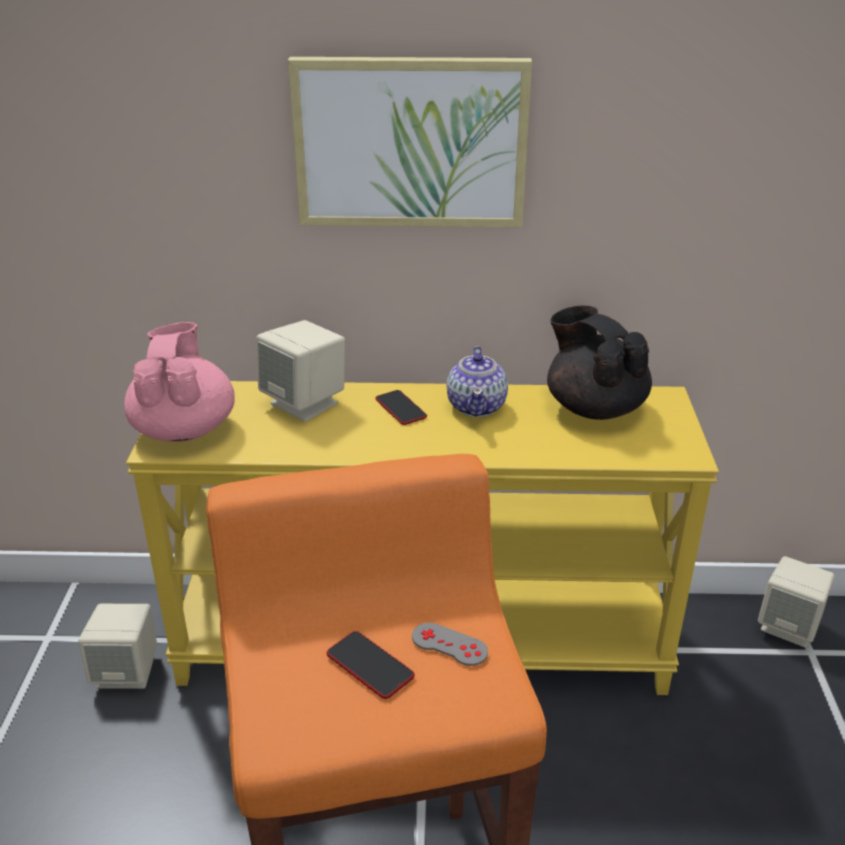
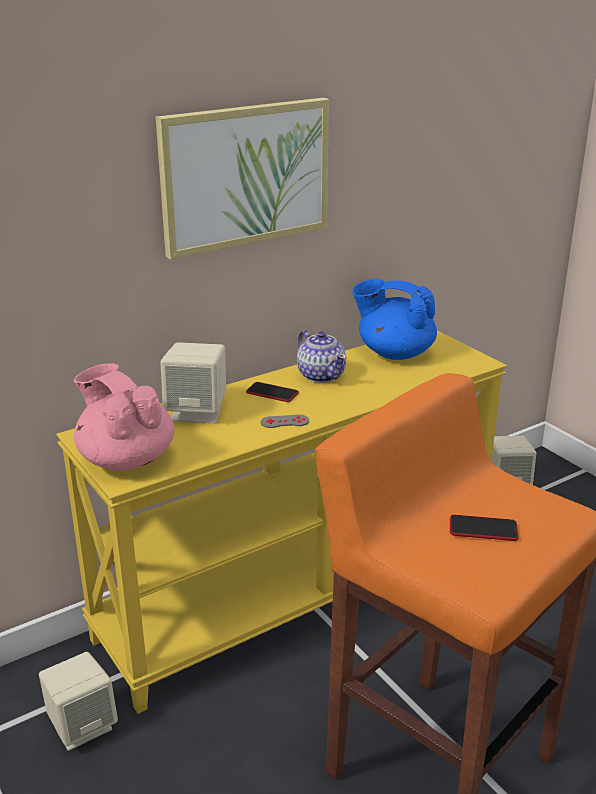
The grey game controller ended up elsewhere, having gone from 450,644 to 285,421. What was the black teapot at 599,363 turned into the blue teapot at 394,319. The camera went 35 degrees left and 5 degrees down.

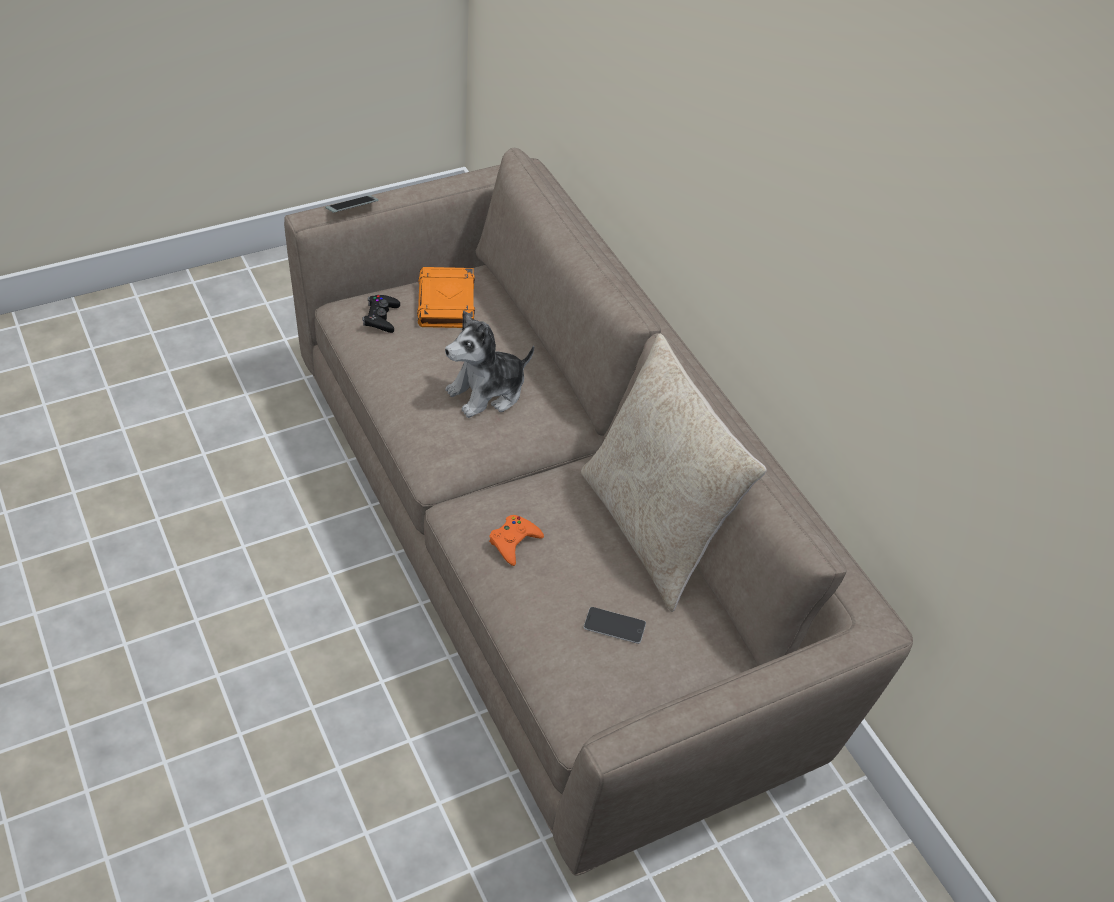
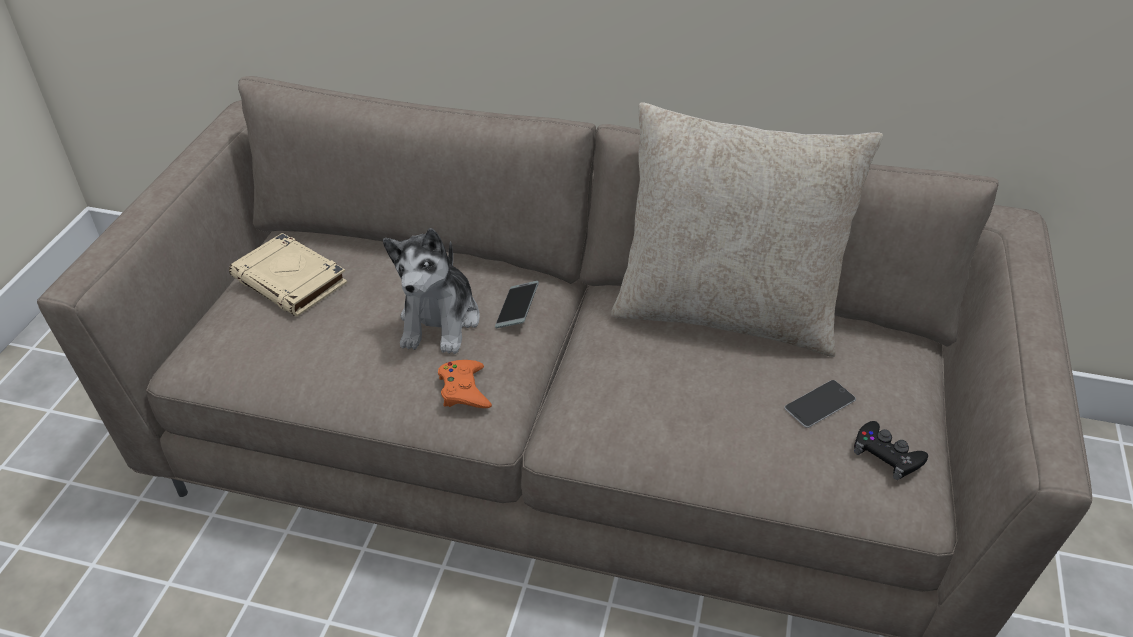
The phone ended up elsewhere, having gone from 351,204 to 517,304. The black game controller ended up elsewhere, having gone from 381,314 to 891,450. The orange game controller ended up elsewhere, having gone from 516,540 to 465,384. What was the orange book at 446,297 turned into the beige book at 288,275. The camera went 45 degrees left and 5 degrees down.

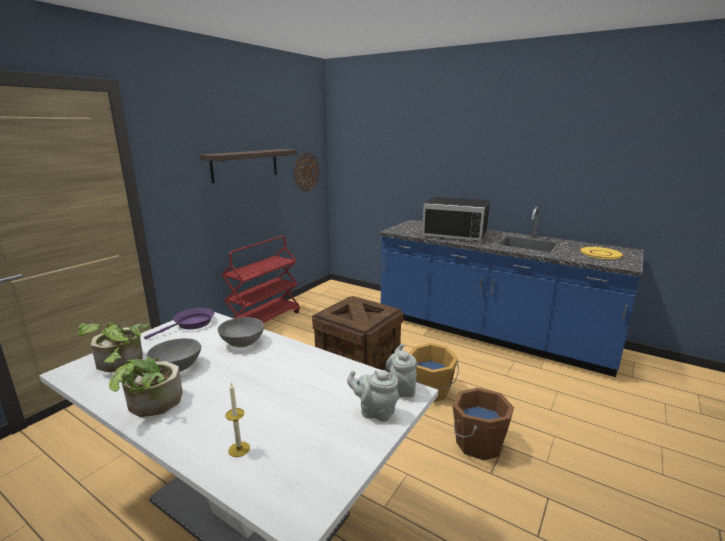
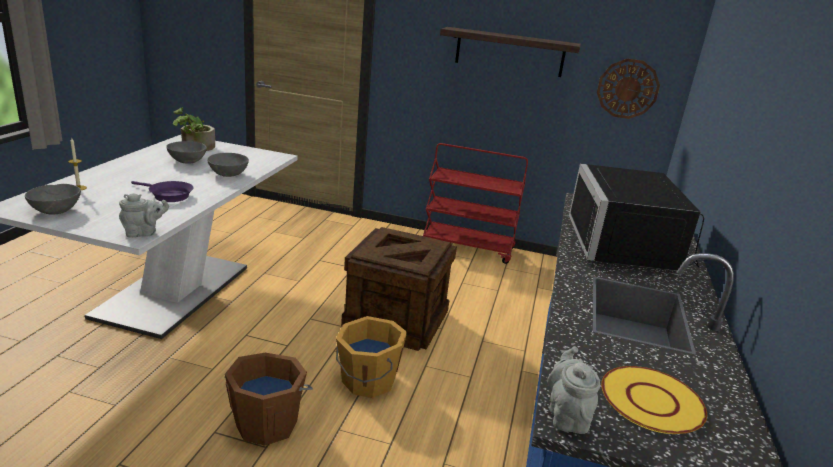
The second view lost the potted plant at 143,382. The second view gained the grey bowl at 53,199. The purple frying pan ended up elsewhere, having gone from 179,324 to 162,191. The grey teapot ended up elsewhere, having gone from 373,396 to 573,390. The camera went 70 degrees right and 5 degrees up.

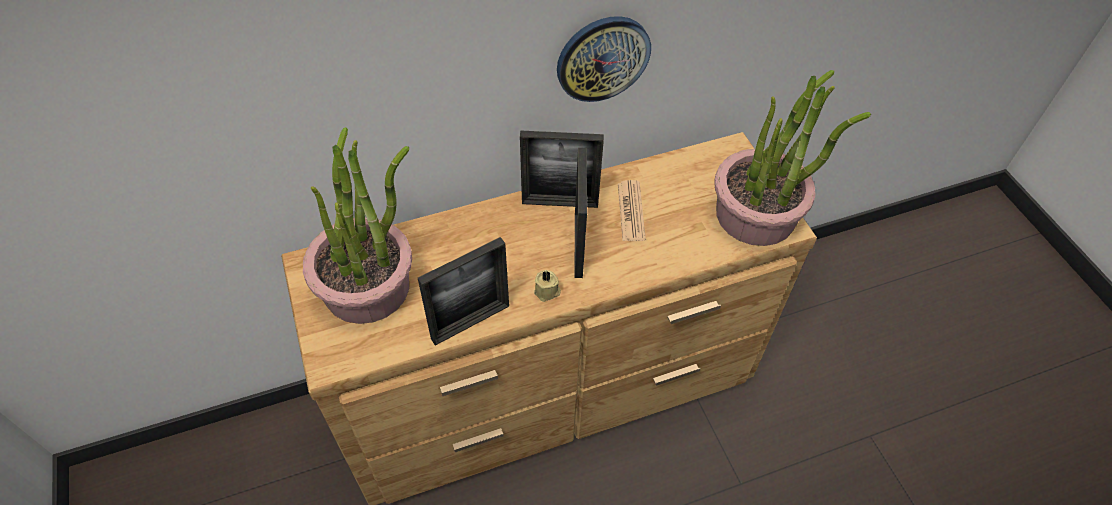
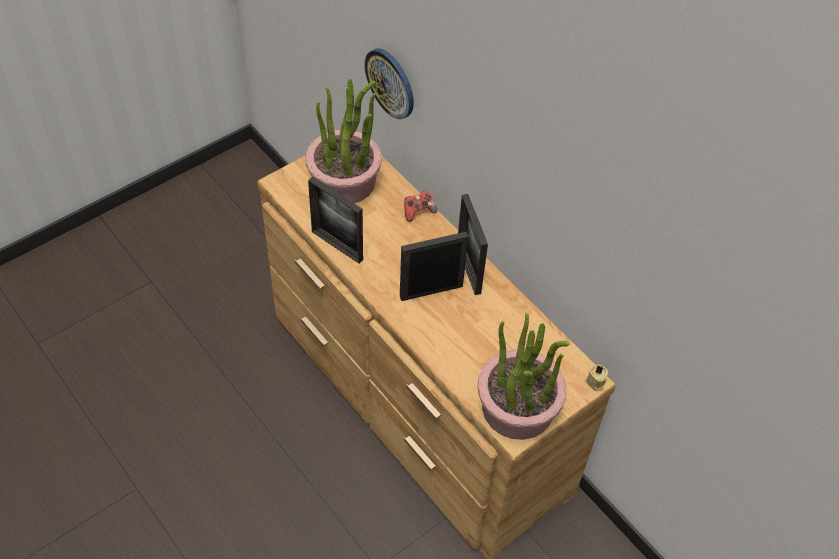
The second view lost the newspaper at 632,210. The second view gained the game controller at 420,206. The beige candle ended up elsewhere, having gone from 547,286 to 597,377. The wall clock ended up elsewhere, having gone from 604,59 to 389,84. The camera went 70 degrees right and 0 degrees up.

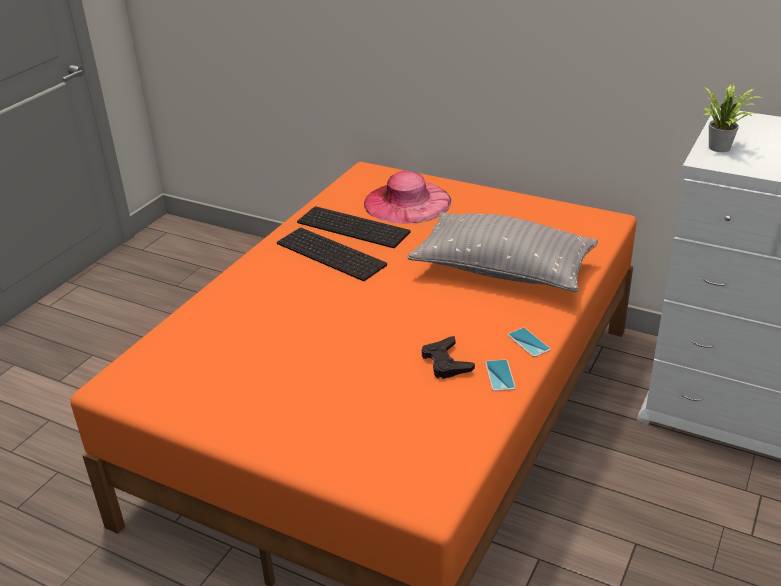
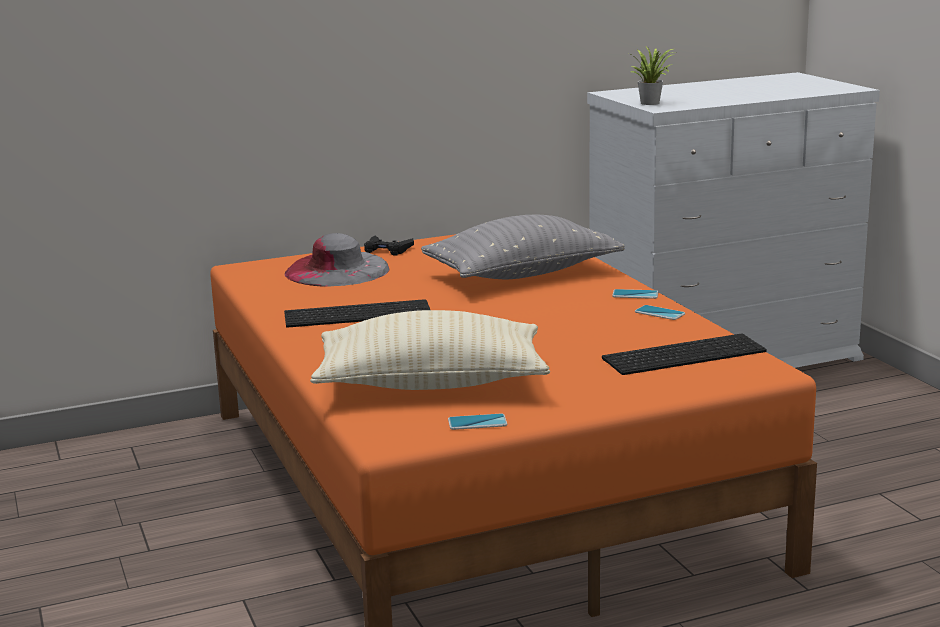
The second view gained the beige pillow at 430,350. The second view gained the phone at 477,422. The keyboard ended up elsewhere, having gone from 354,227 to 684,354. The black game controller ended up elsewhere, having gone from 448,357 to 389,245. What was the pink hat at 407,197 turned into the grey hat at 337,260. The camera went 50 degrees left and 15 degrees down.

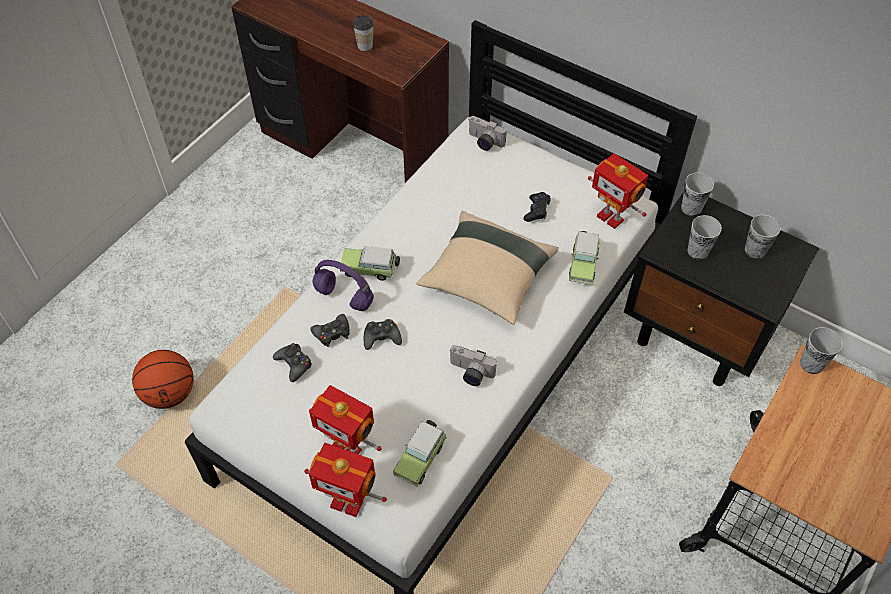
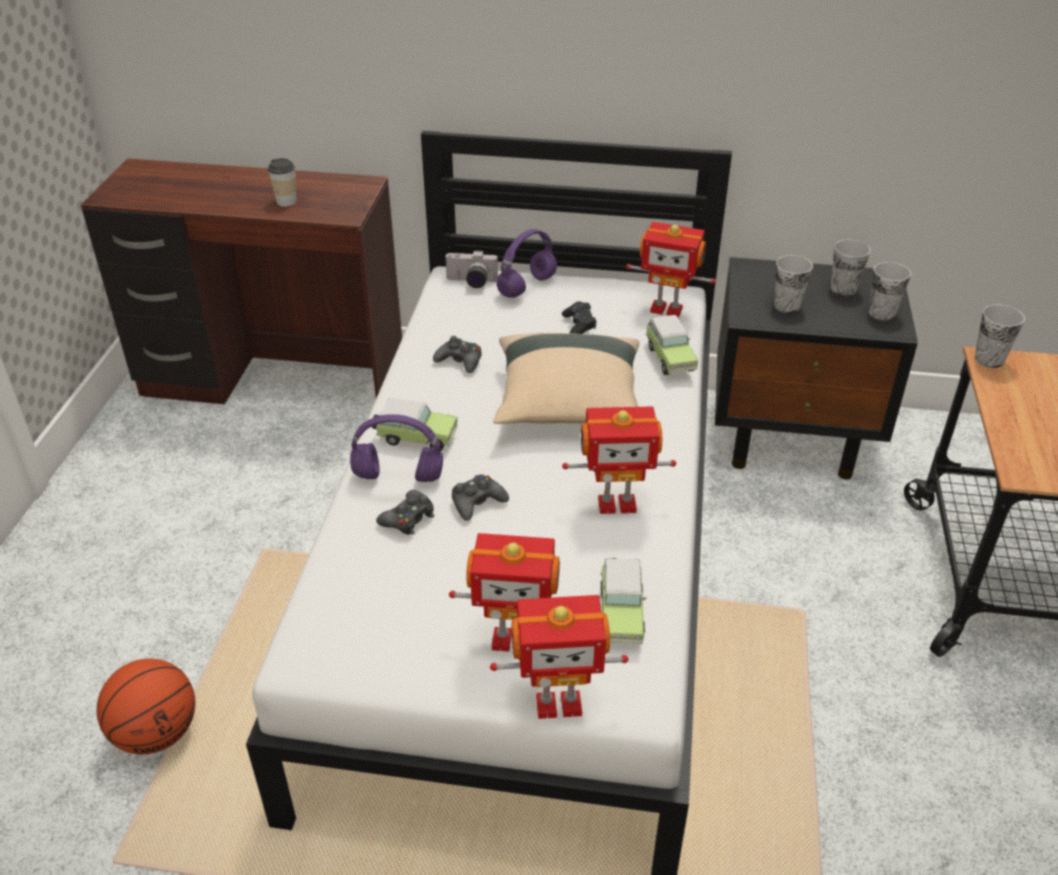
The second view gained the purple headphones at 526,263. The black game controller ended up elsewhere, having gone from 292,362 to 457,354. The cup ended up elsewhere, having gone from 697,194 to 890,291. Where the photo camera stood at 473,365, the toy robot came to stand at 619,460. The toy car at 370,263 ended up facing another way, 150 degrees counterclockwise from before. The camera went 25 degrees left and 15 degrees down.

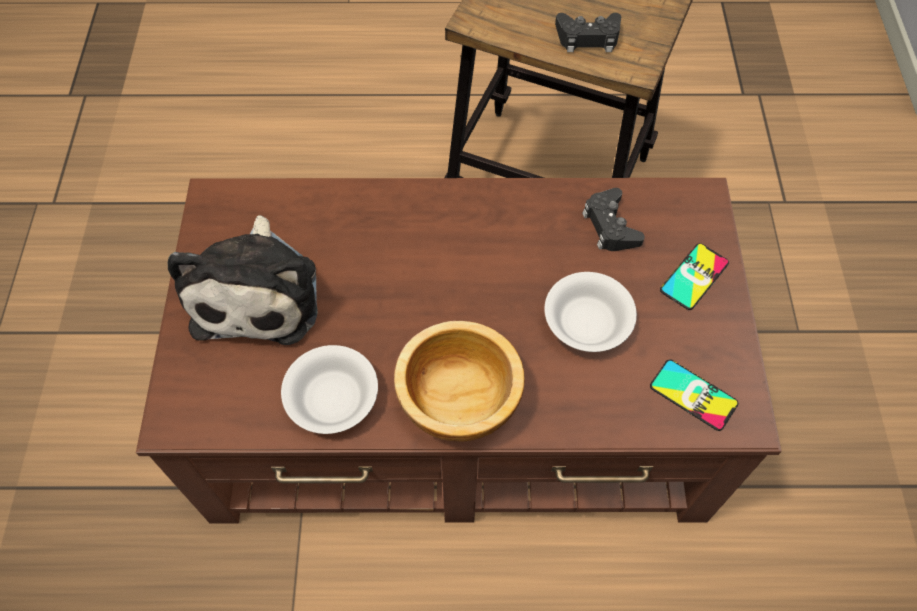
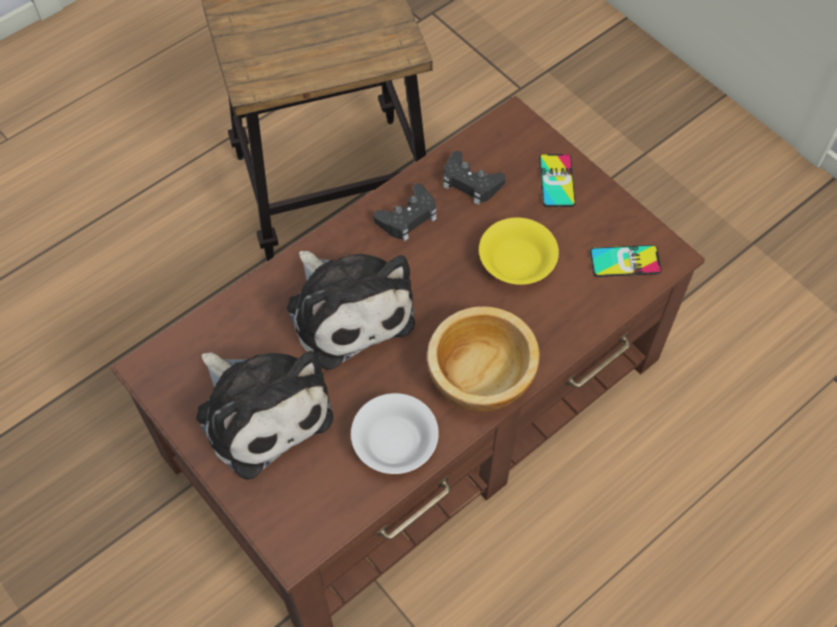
The second view gained the plush toy at 351,310. The black game controller ended up elsewhere, having gone from 588,32 to 405,212. What was the white bowl at 590,312 turned into the yellow bowl at 519,251. The camera went 40 degrees left and 0 degrees up.

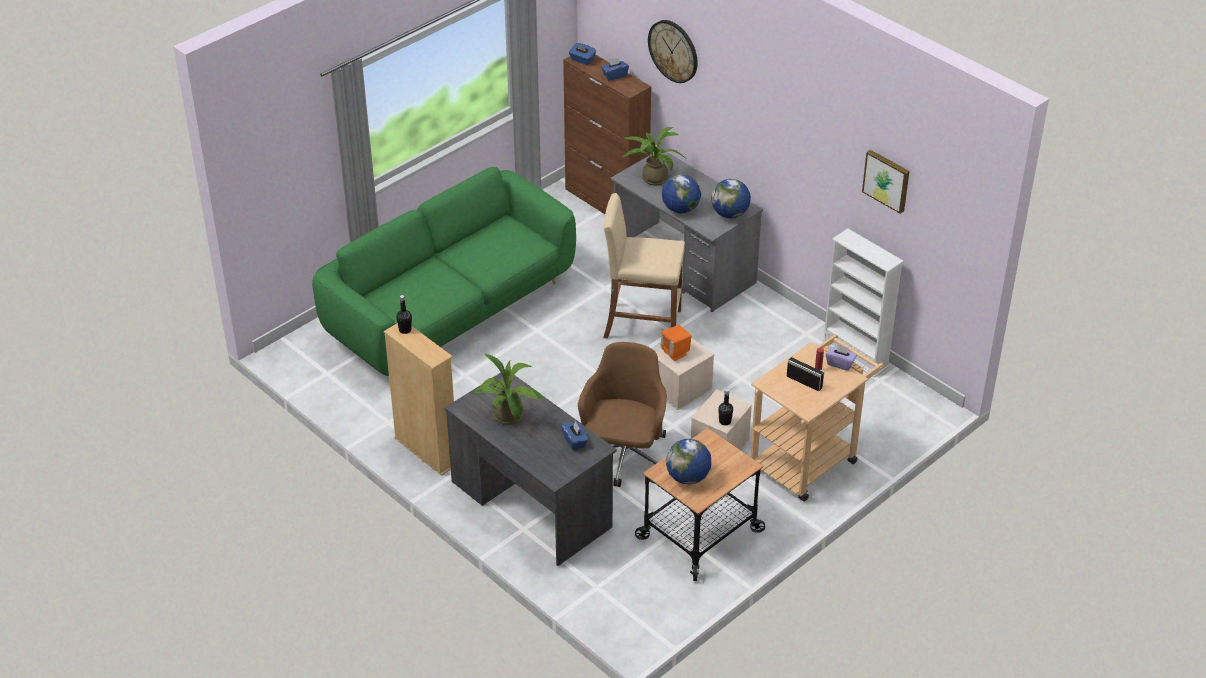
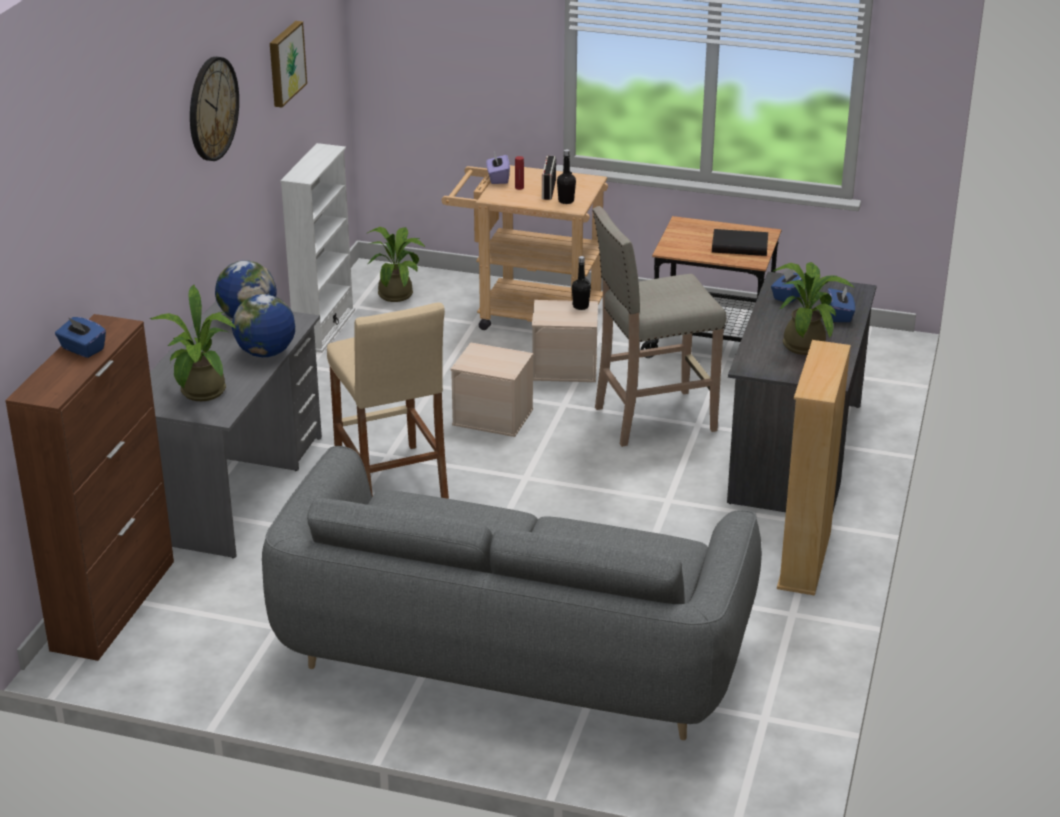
The second view lost the orange speaker at 675,343. The second view gained the potted plant at 396,264. The black bottle ended up elsewhere, having gone from 404,314 to 566,176. The blue tissue box ended up elsewhere, having gone from 582,54 to 841,304. The wall clock ended up elsewhere, having gone from 673,51 to 214,109. Where the brown office chair stood at 622,414, the beige stool came to stand at 659,326. Where the globe stood at 688,462, the black book came to stand at 740,242. What was the green sofa at 444,271 turned into the grey sofa at 512,593. The camera went 120 degrees left and 10 degrees down.

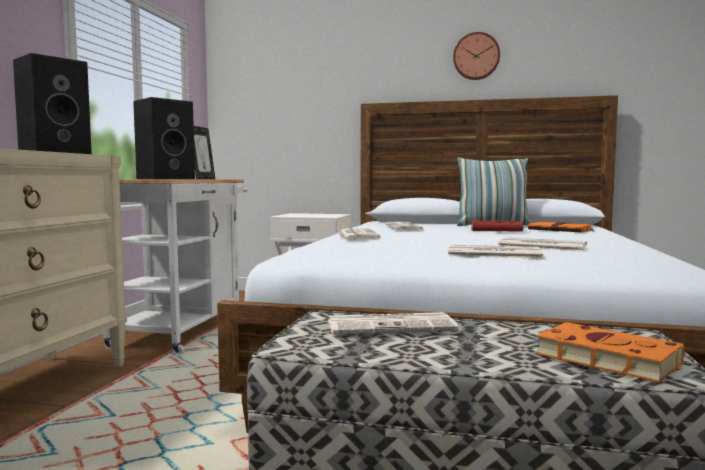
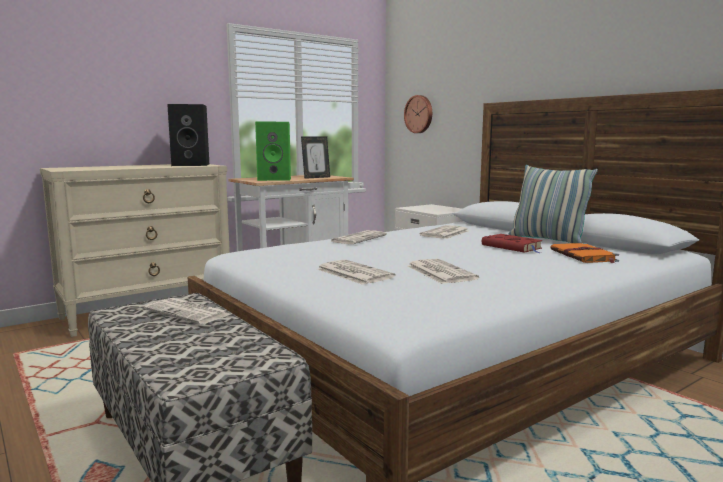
The second view lost the orange book at 608,352. The wall clock ended up elsewhere, having gone from 476,56 to 418,114. What was the black speaker at 164,138 turned into the green speaker at 273,151. The camera went 40 degrees right and 5 degrees up.

